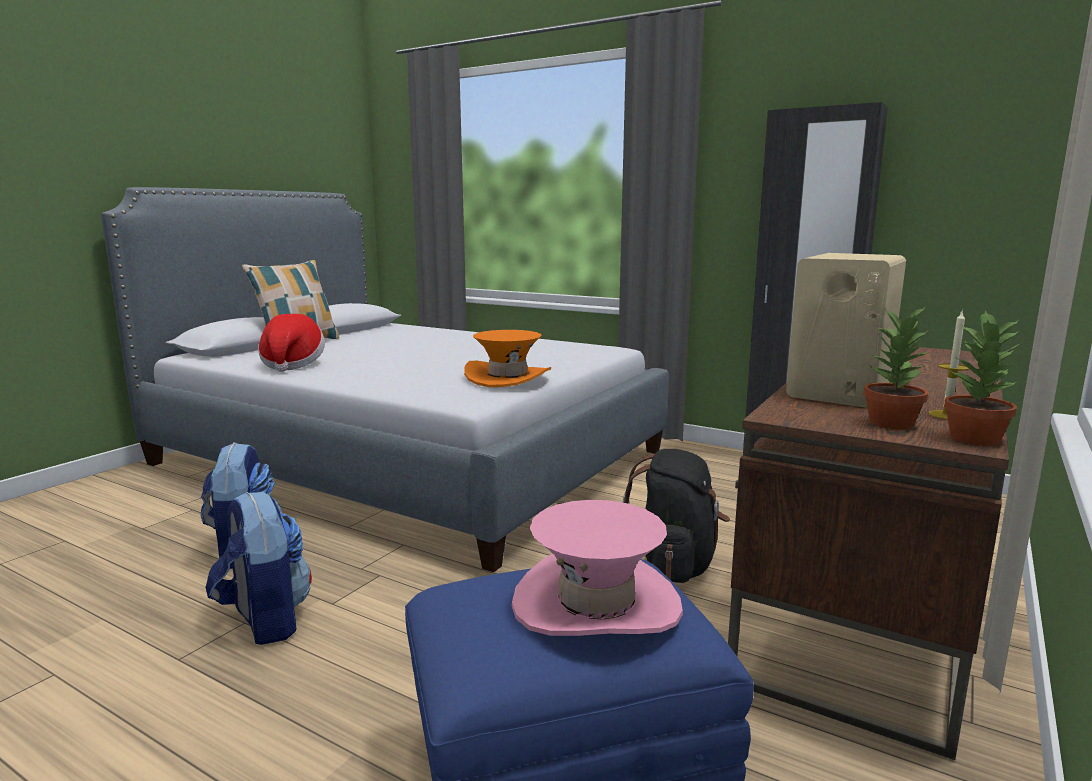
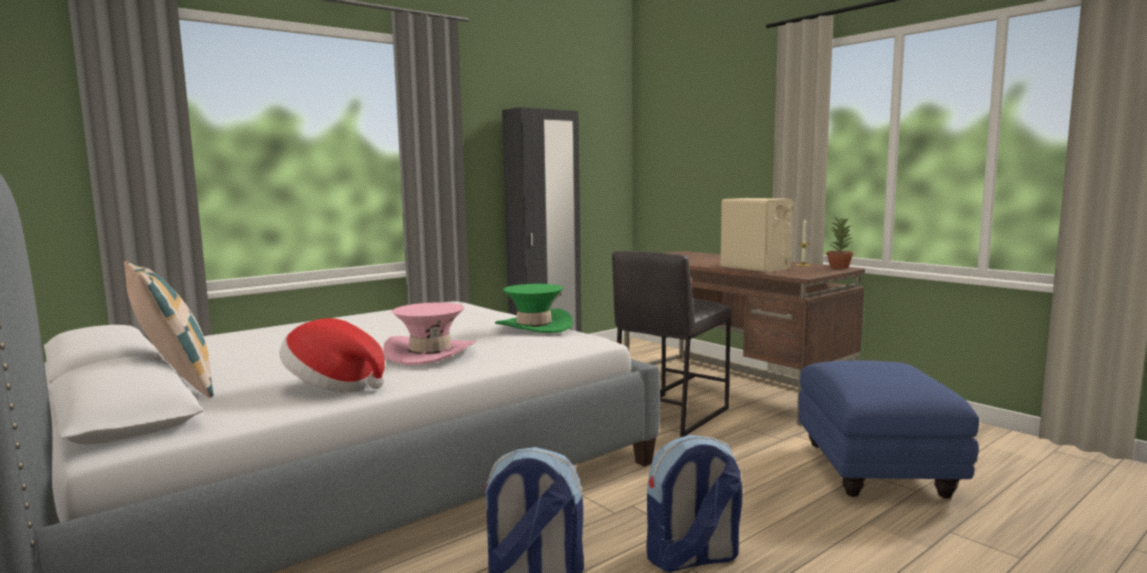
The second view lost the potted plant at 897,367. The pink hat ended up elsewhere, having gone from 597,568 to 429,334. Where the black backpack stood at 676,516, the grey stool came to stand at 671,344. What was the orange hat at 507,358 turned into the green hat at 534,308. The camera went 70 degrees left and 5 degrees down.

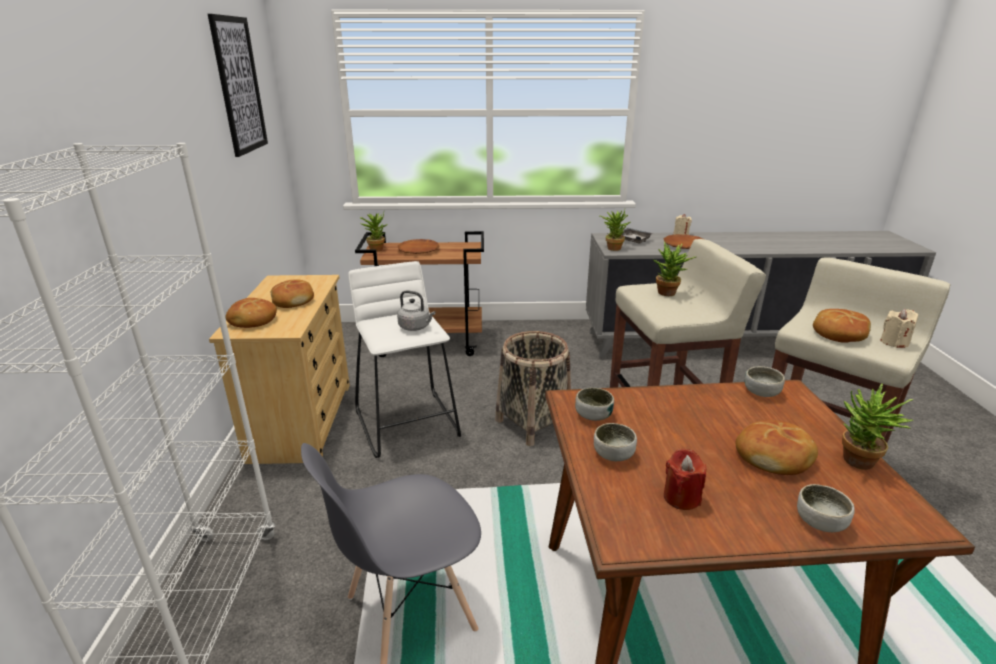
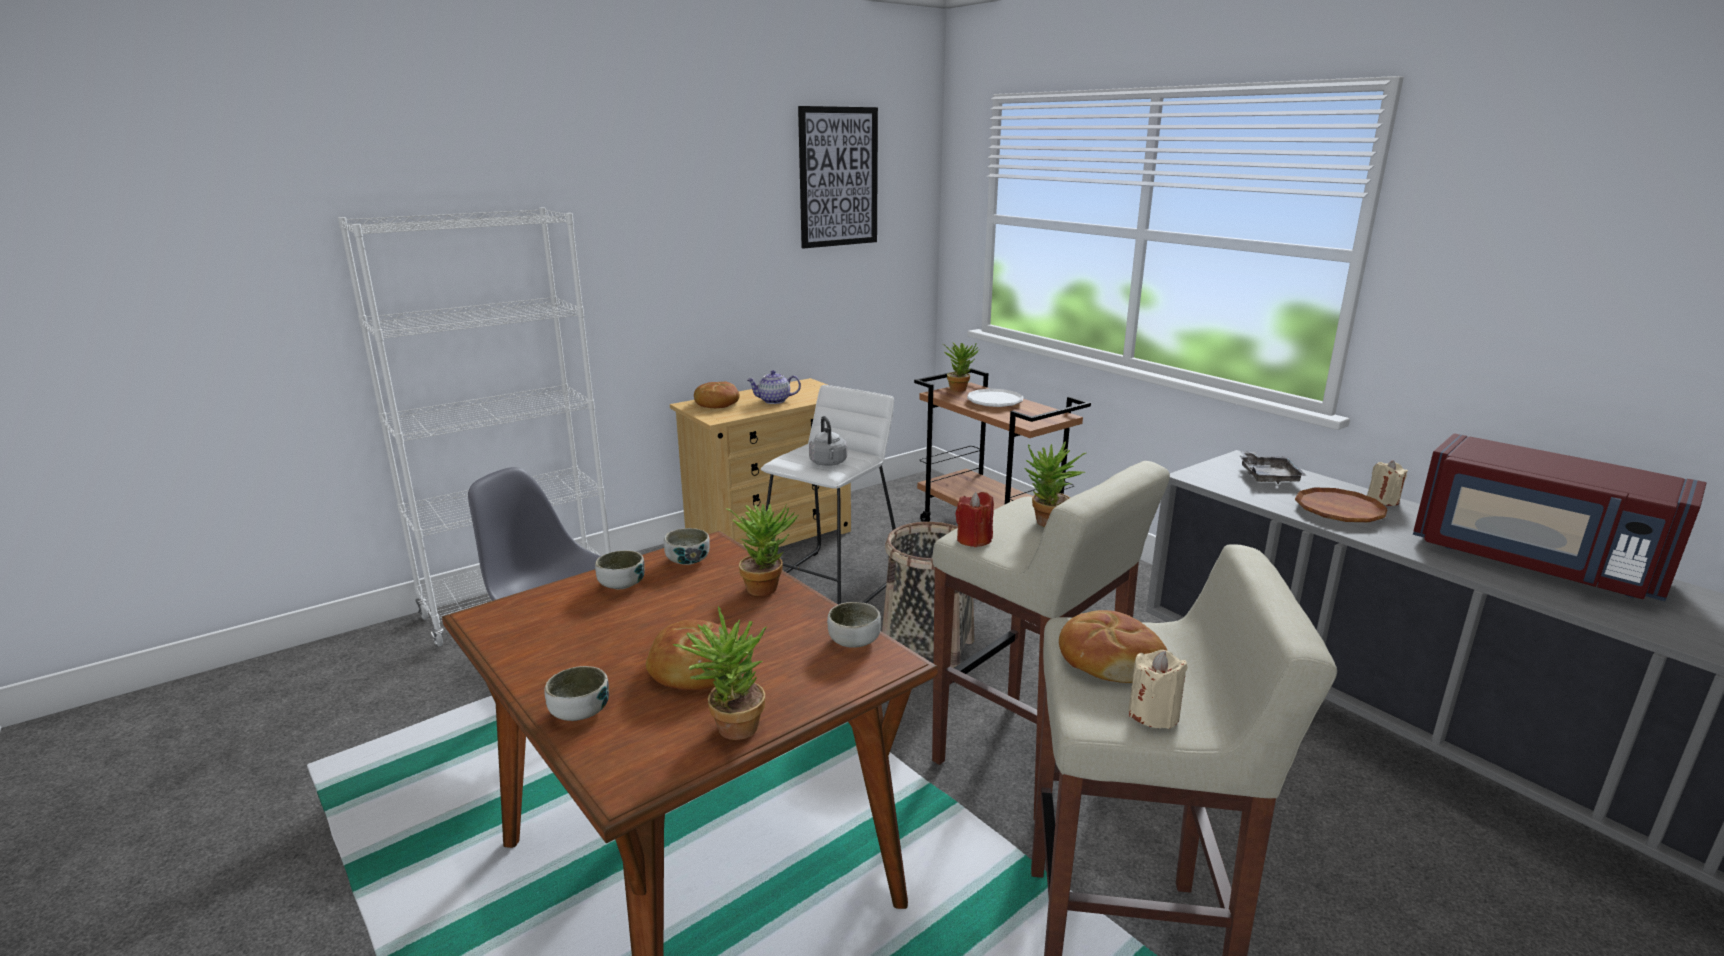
The second view gained the red microwave at 1559,517. The potted plant ended up elsewhere, having gone from 615,230 to 762,550. The red candle ended up elsewhere, having gone from 685,479 to 974,519. Where the bread stood at 292,293, the teapot came to stand at 774,387. What was the brown plate at 419,246 turned into the white plate at 995,398. The camera went 55 degrees right and 5 degrees down.

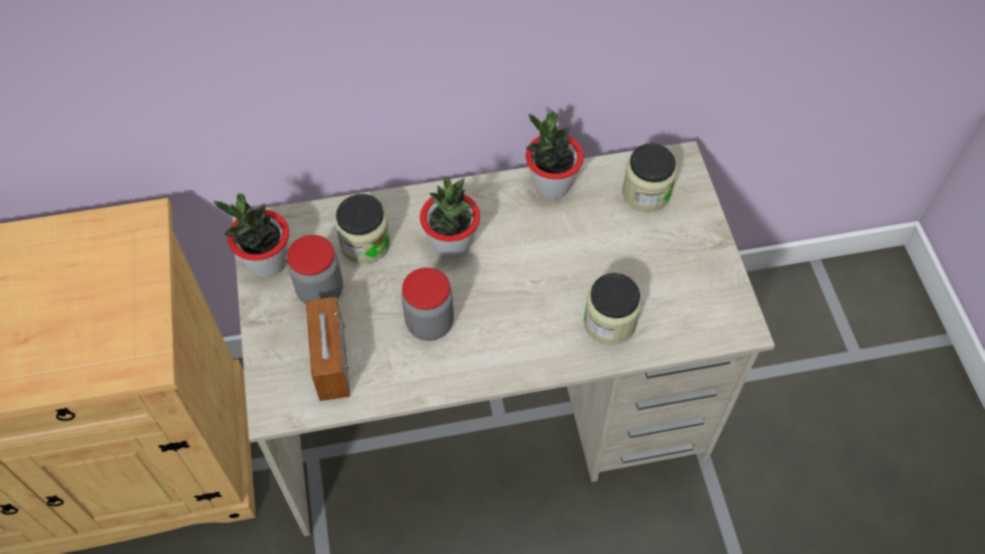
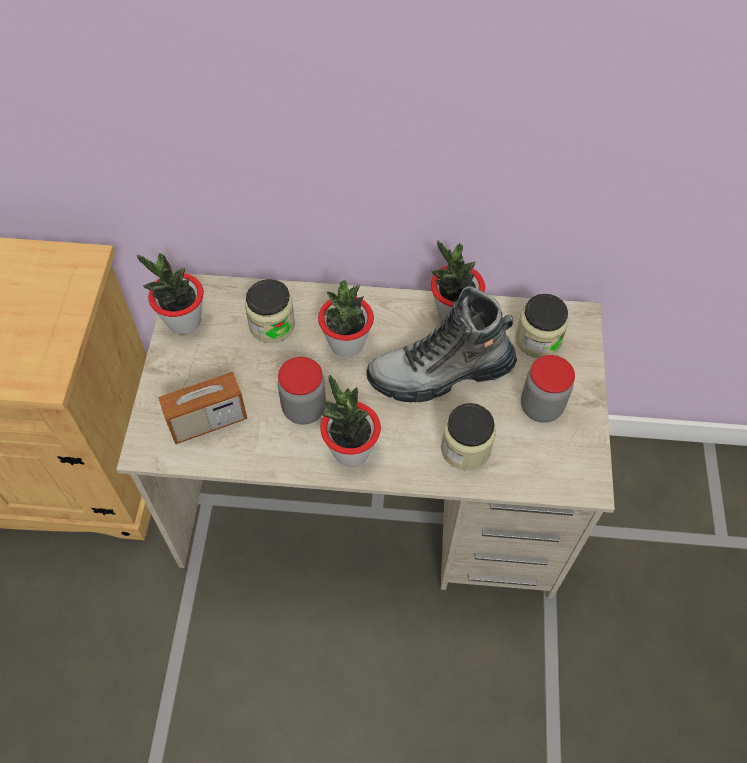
The second view gained the potted plant at 350,421. The second view gained the boot at 441,344. The jar ended up elsewhere, having gone from 315,269 to 548,389. The radio at 328,349 ended up facing another way, 120 degrees counterclockwise from before. The camera went 15 degrees right and 0 degrees up.

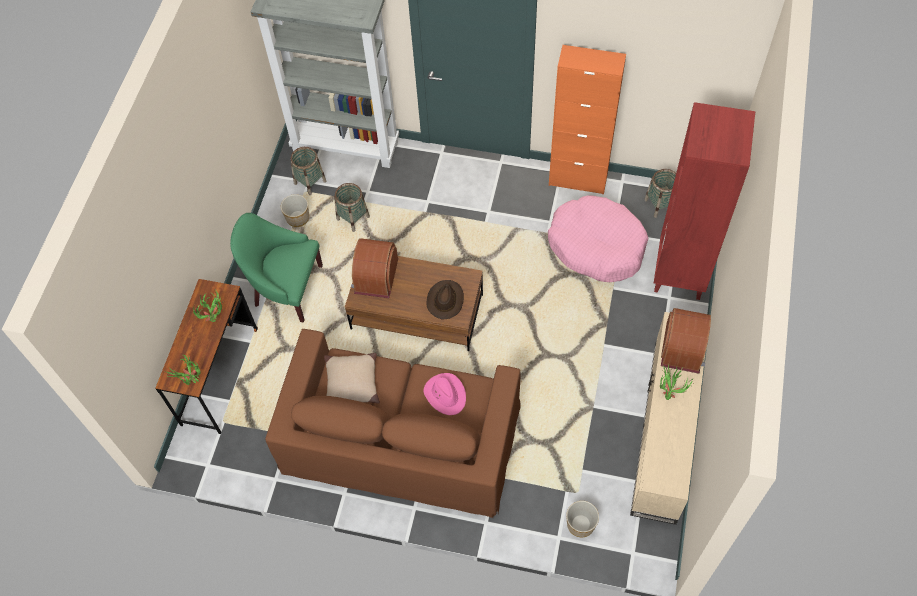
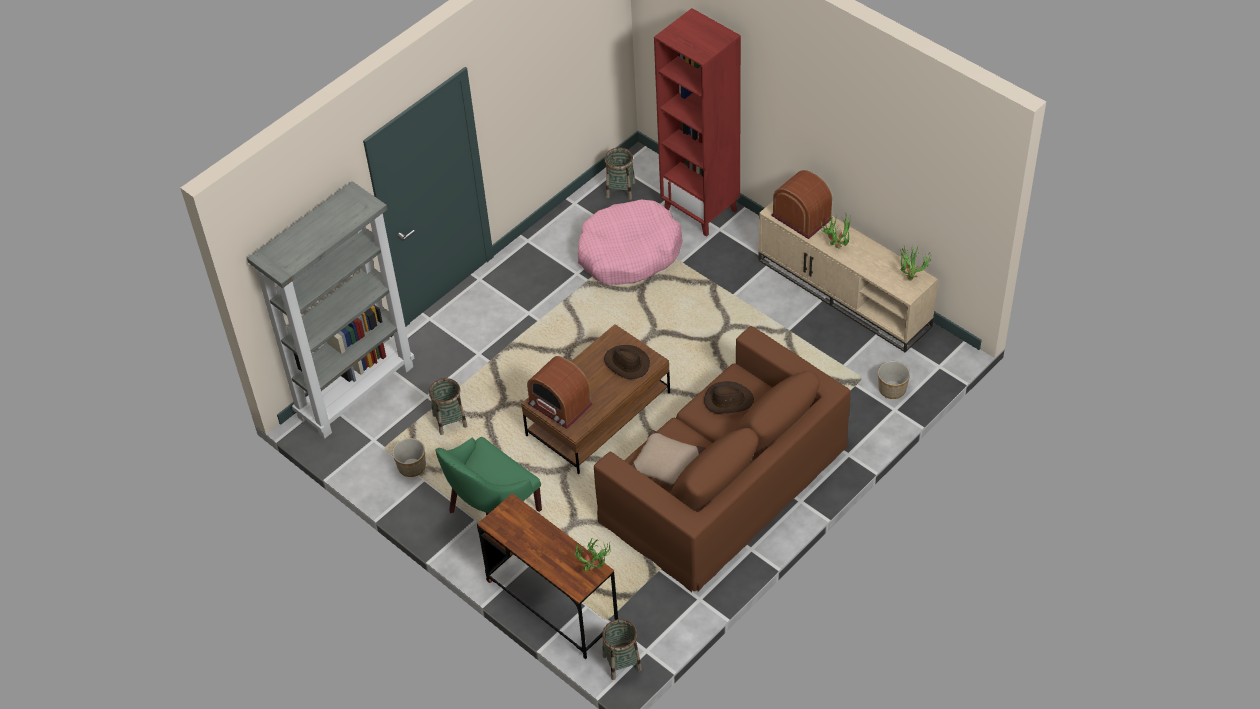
The second view lost the orange cabinet at 587,120. The potted plant ended up elsewhere, having gone from 207,305 to 915,263. The basket ended up elsewhere, having gone from 308,171 to 622,649. What was the pink hat at 444,394 turned into the brown hat at 729,397. The camera went 60 degrees left and 10 degrees down.

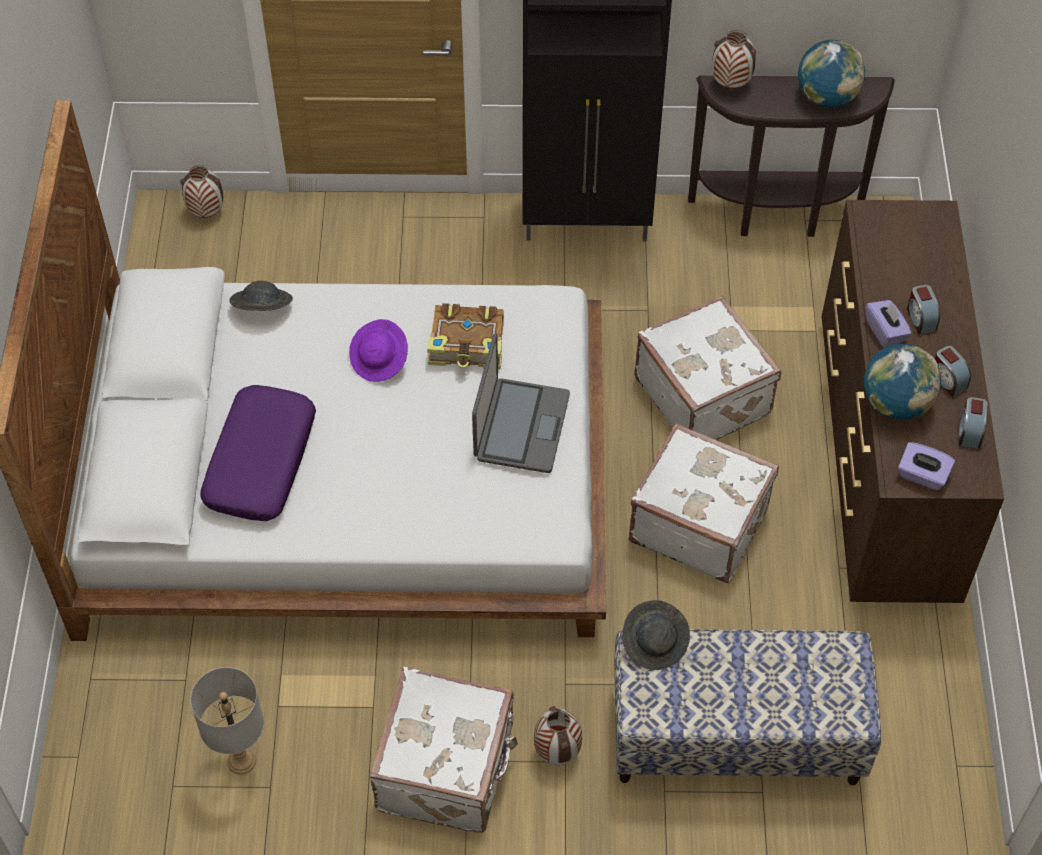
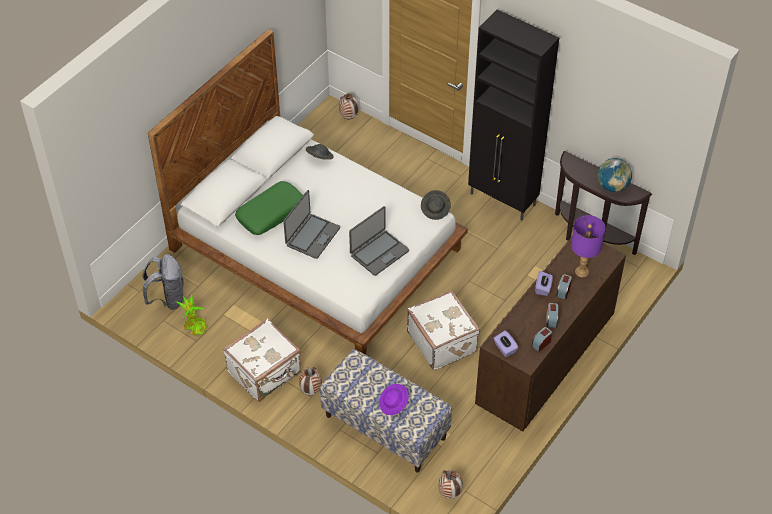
The second view lost the book at 465,336. The second view lost the white suitcase at 707,368. The second view lost the globe at 902,381. The second view gained the grey backpack at 163,282. The second view gained the laptop at 311,224. The second view gained the purple table lamp at 588,246. The purple hat ended up elsewhere, having gone from 378,350 to 394,399. The grey hat ended up elsewhere, having gone from 656,635 to 436,205. The vase ended up elsewhere, having gone from 734,59 to 451,484. Where the grey table lamp stood at 227,721, the potted plant came to stand at 191,314. What was the purple pillow at 258,453 turned into the green pillow at 269,208. The camera went 35 degrees right and 5 degrees down.

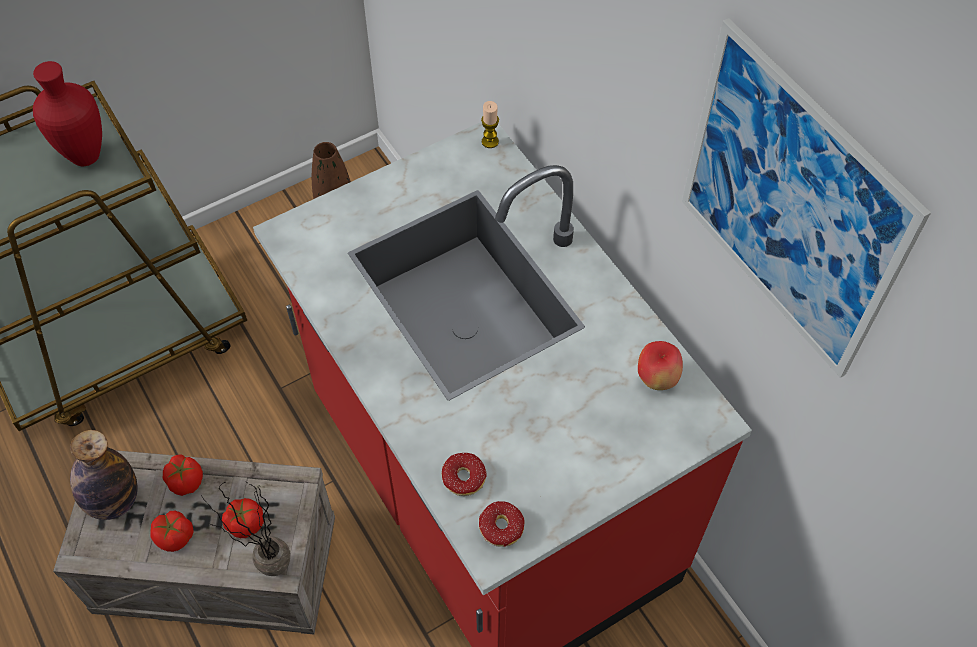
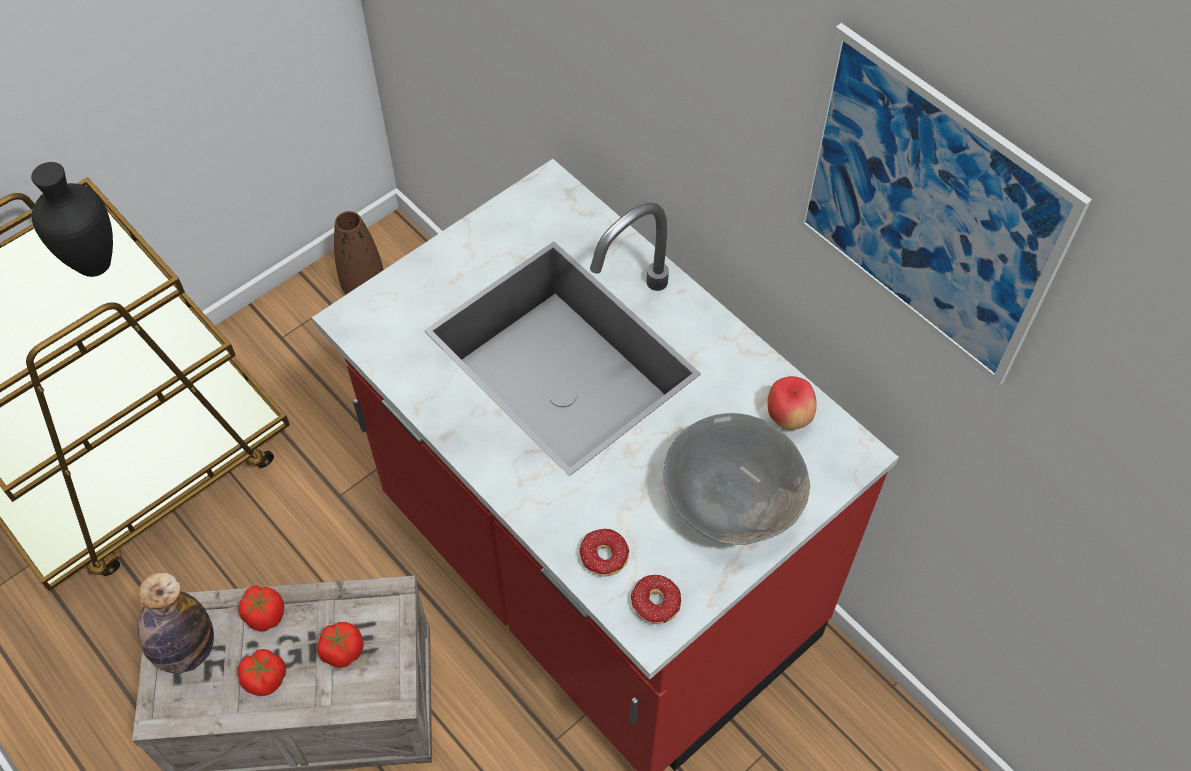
The second view lost the potted plant at 245,529. The second view lost the candle at 490,124. The second view gained the grey bowl at 736,479. What was the red vase at 67,113 turned into the black vase at 72,219. The camera went 10 degrees left and 0 degrees up.

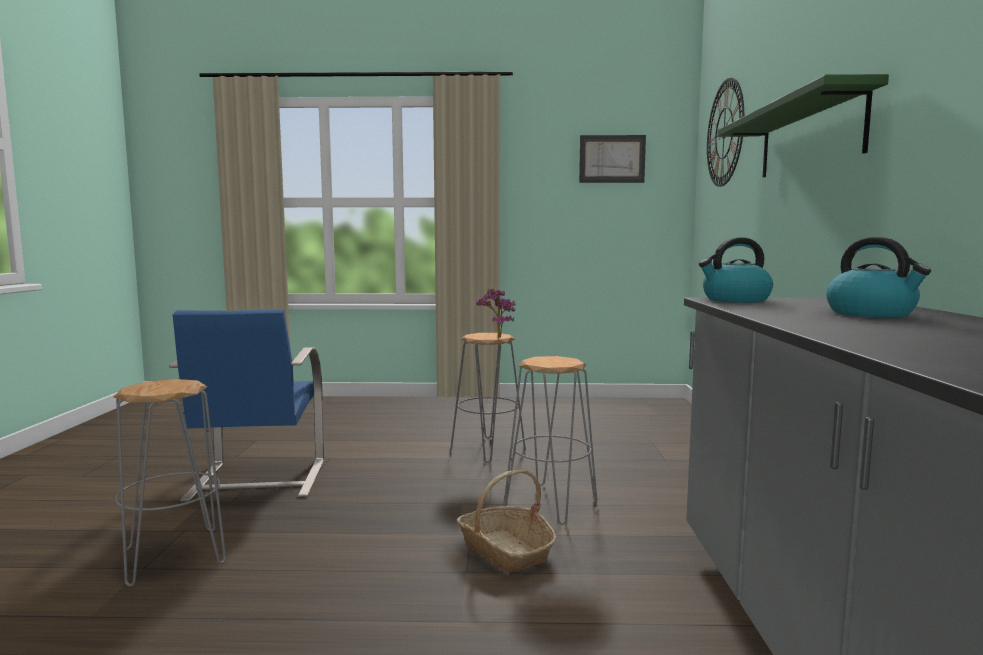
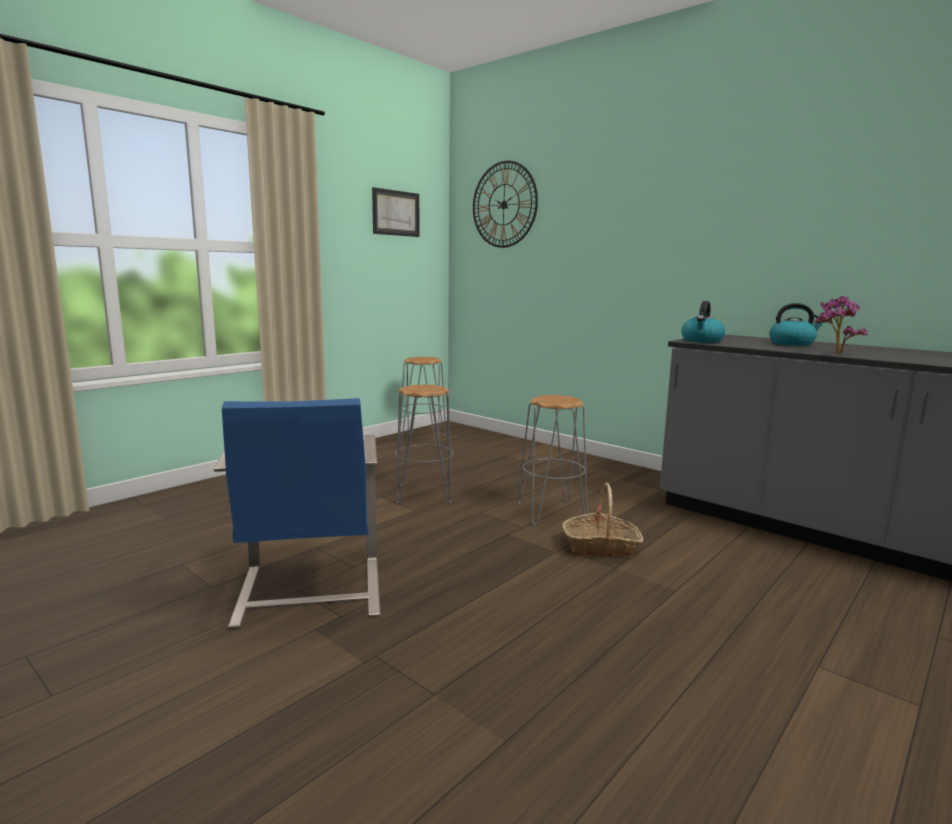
The second view lost the green shelf at 803,125. The grey stool ended up elsewhere, having gone from 169,483 to 423,401. The potted plant ended up elsewhere, having gone from 496,313 to 841,325. The blue chair at 246,405 ended up facing another way, 45 degrees clockwise from before. The camera went 50 degrees left and 5 degrees up.

